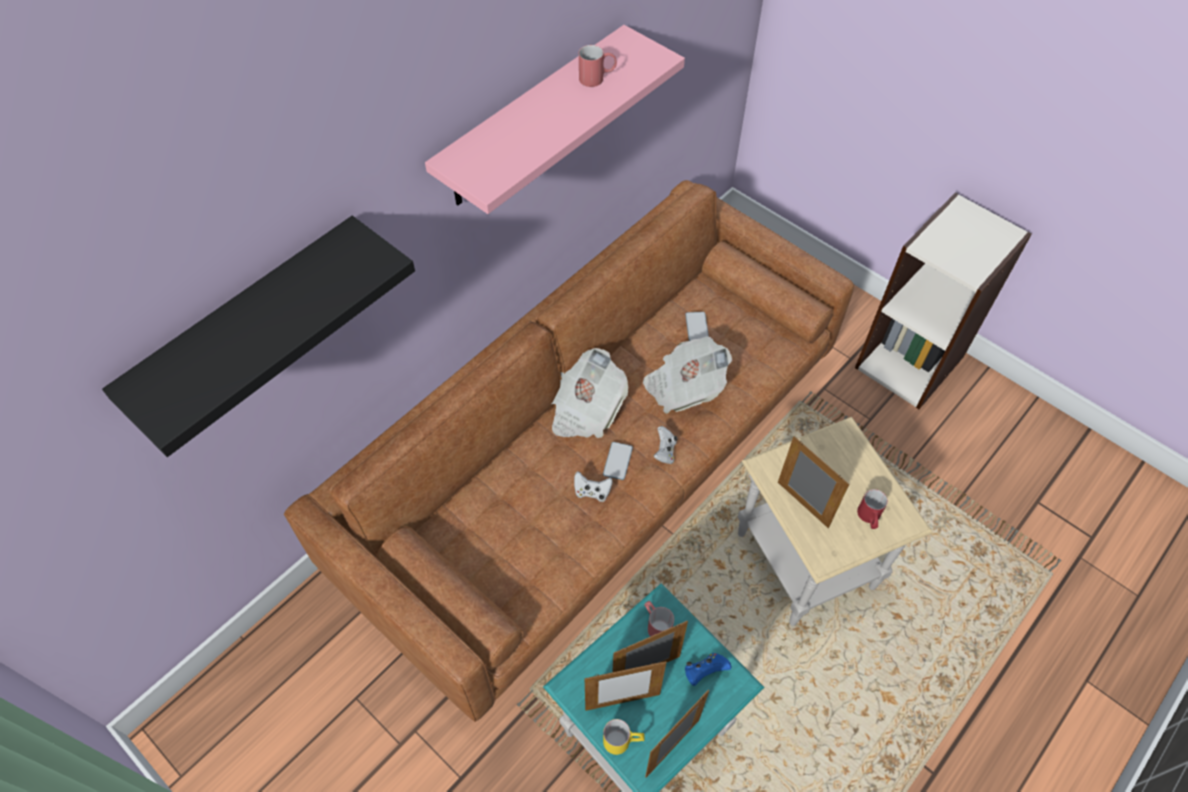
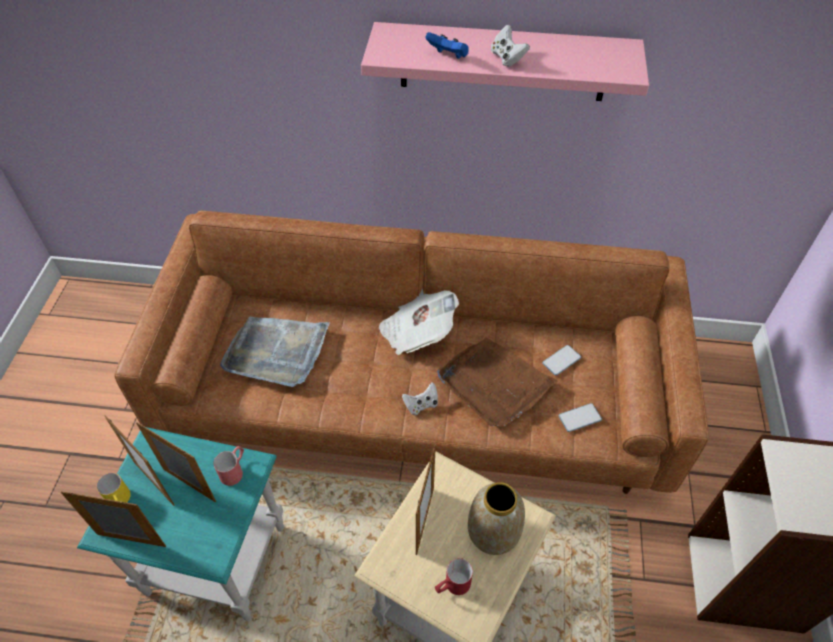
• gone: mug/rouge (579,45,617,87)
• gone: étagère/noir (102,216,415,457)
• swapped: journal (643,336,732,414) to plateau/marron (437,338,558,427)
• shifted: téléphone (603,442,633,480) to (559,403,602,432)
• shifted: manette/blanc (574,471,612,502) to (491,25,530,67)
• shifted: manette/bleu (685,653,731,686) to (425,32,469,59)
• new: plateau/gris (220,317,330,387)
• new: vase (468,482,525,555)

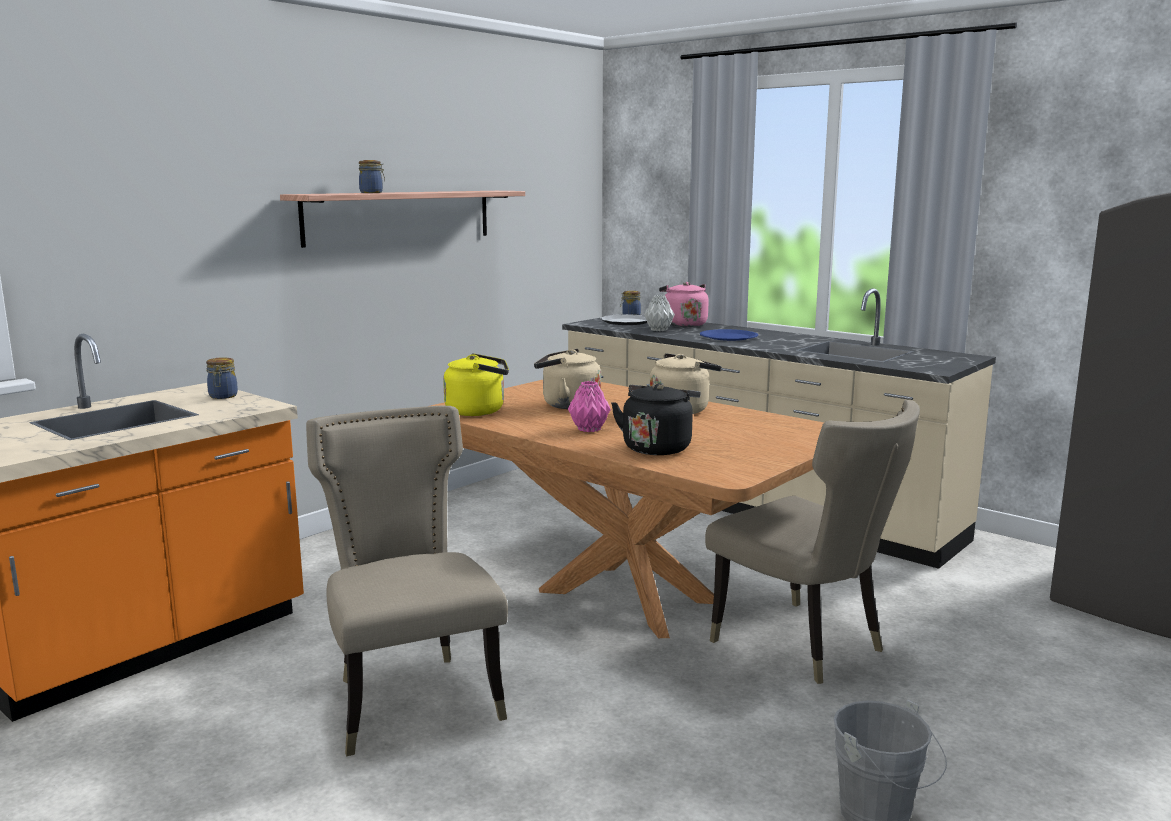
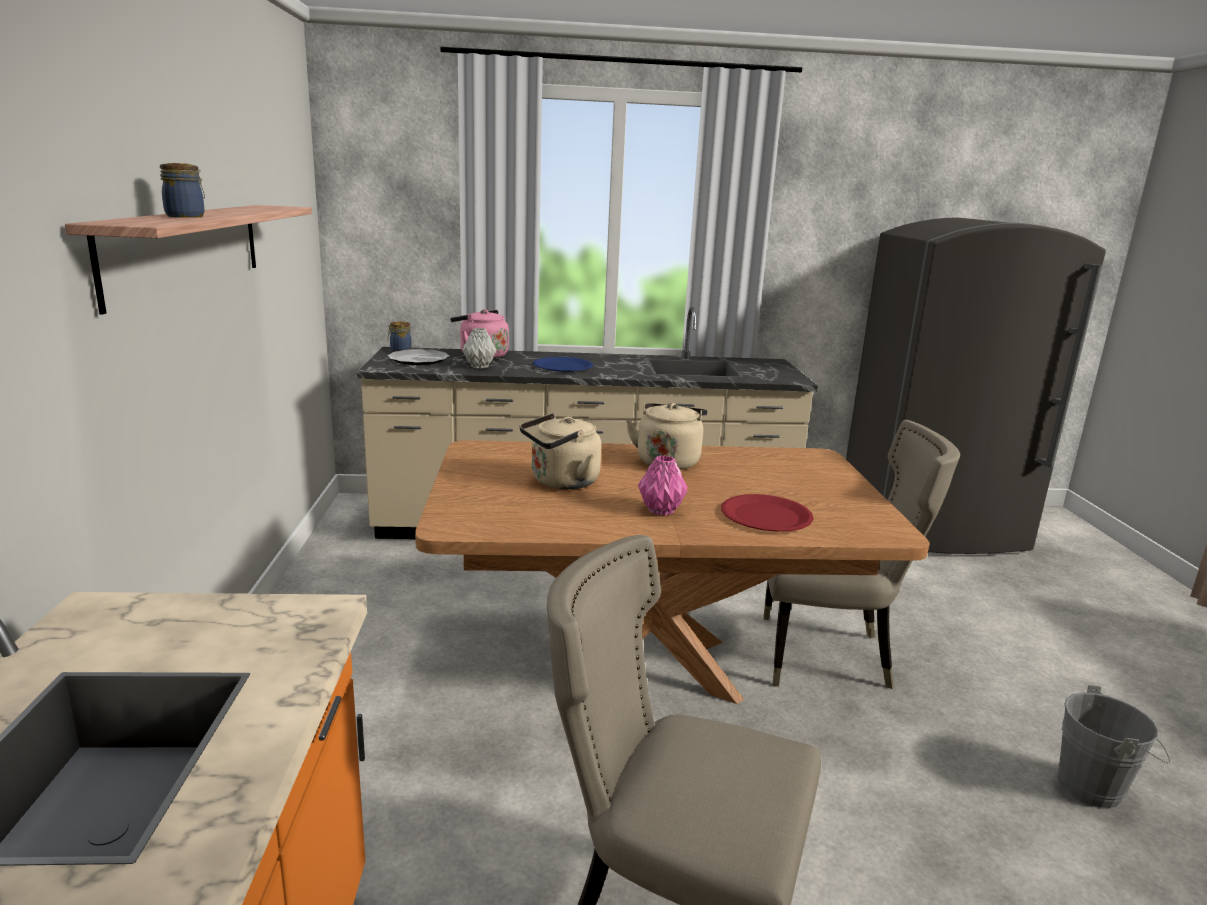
• gone: bouilloire/jaune (443,353,509,416)
• gone: bocal (206,357,238,399)
• swapped: bouilloire/noir (611,383,701,455) to assiette/rouge (722,494,814,532)

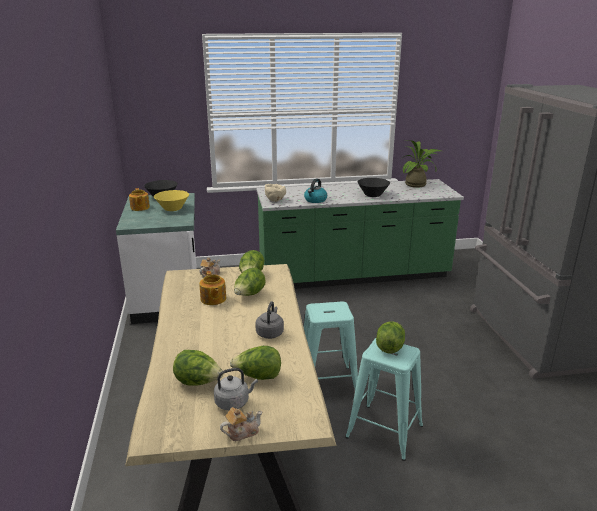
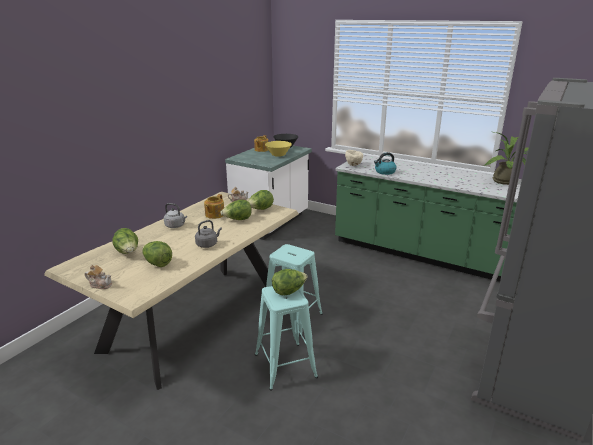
• gone: bol/noir (357,178,390,197)
• shifted: bouilloire/gris (214,368,258,410) to (164,203,187,228)

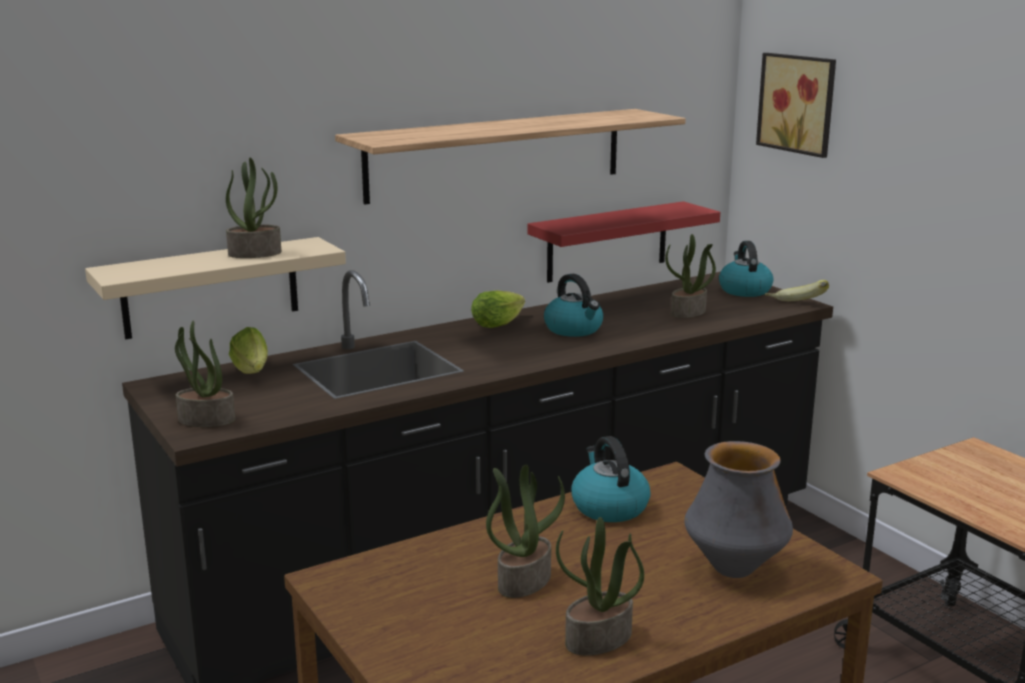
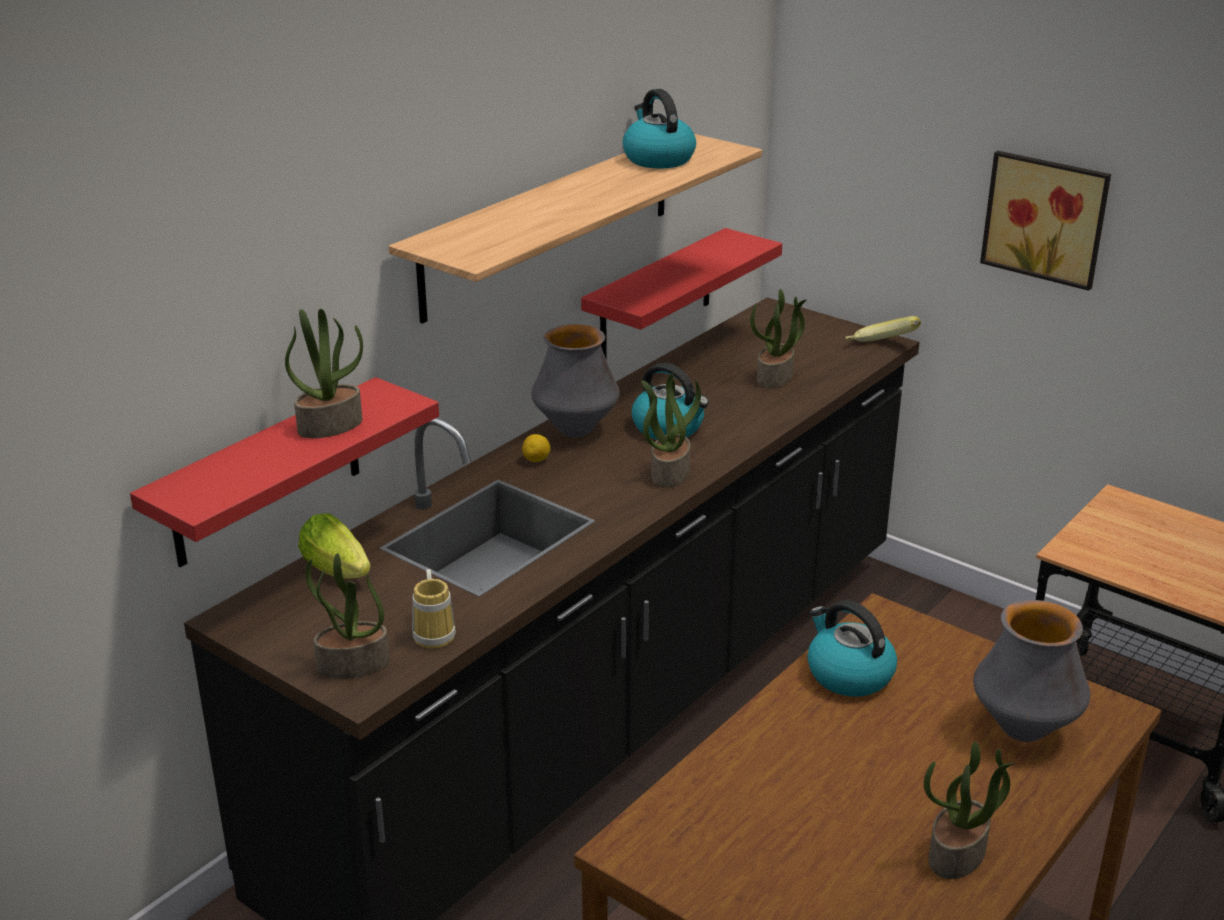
• shifted: tableau (756,53,836,158) to (980,151,1111,291)
• repainted: étagère/beige (85,237,346,339) to étagère/rouge (130,377,439,567)
• shifted: bouilloire (719,241,773,297) to (623,89,696,168)
• swapped: laitue (471,290,525,328) to vase (531,324,620,438)
• shifted: plante en pot (486,465,565,598) to (641,373,701,487)
• new: citron (522,434,550,462)
• new: mug (412,569,456,649)

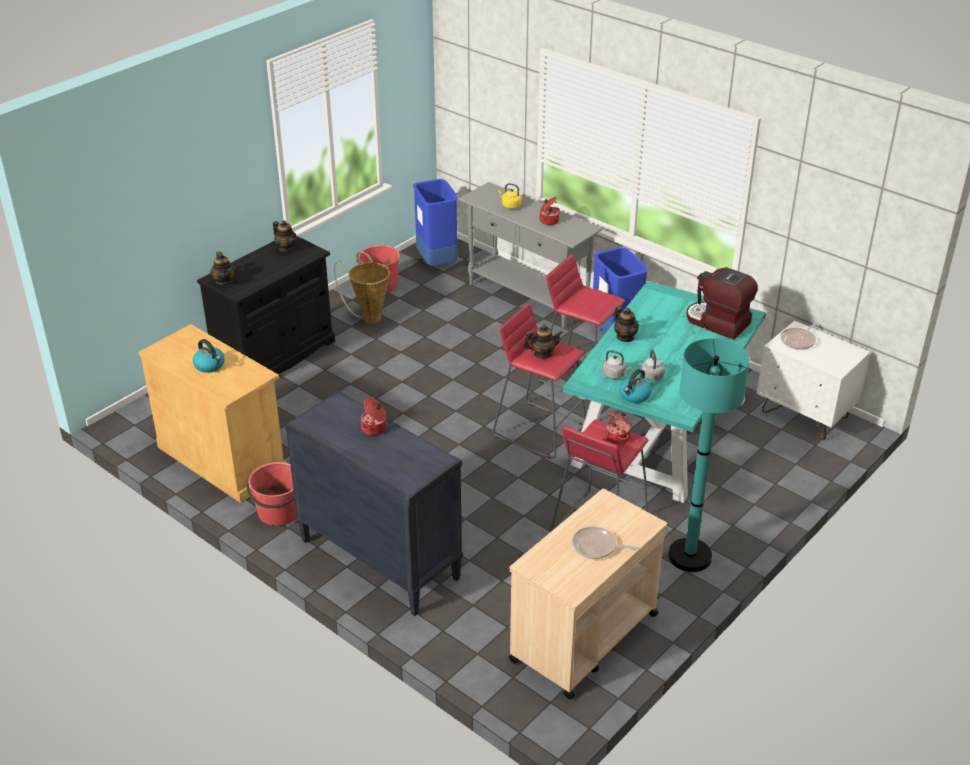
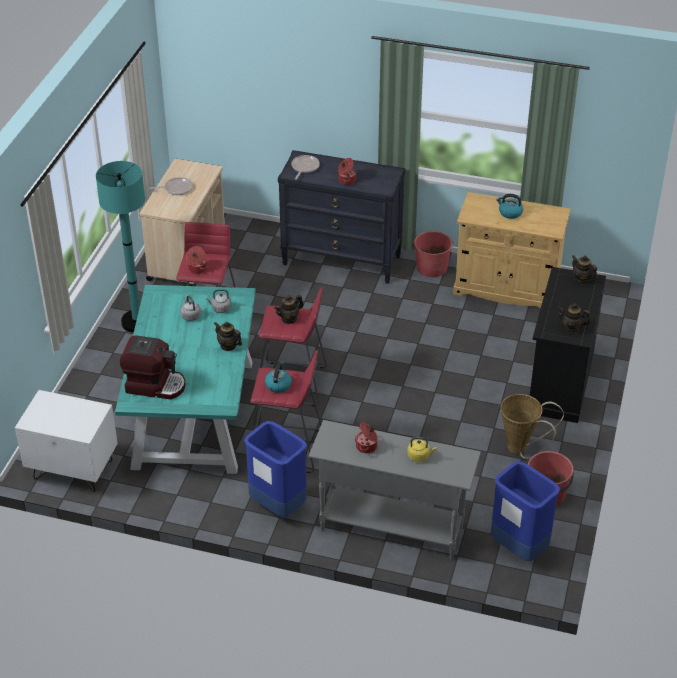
• shifted: poêle (780,321,819,350) to (291,155,320,179)
• shifted: bouilloire (620,369,652,403) to (265,362,292,393)

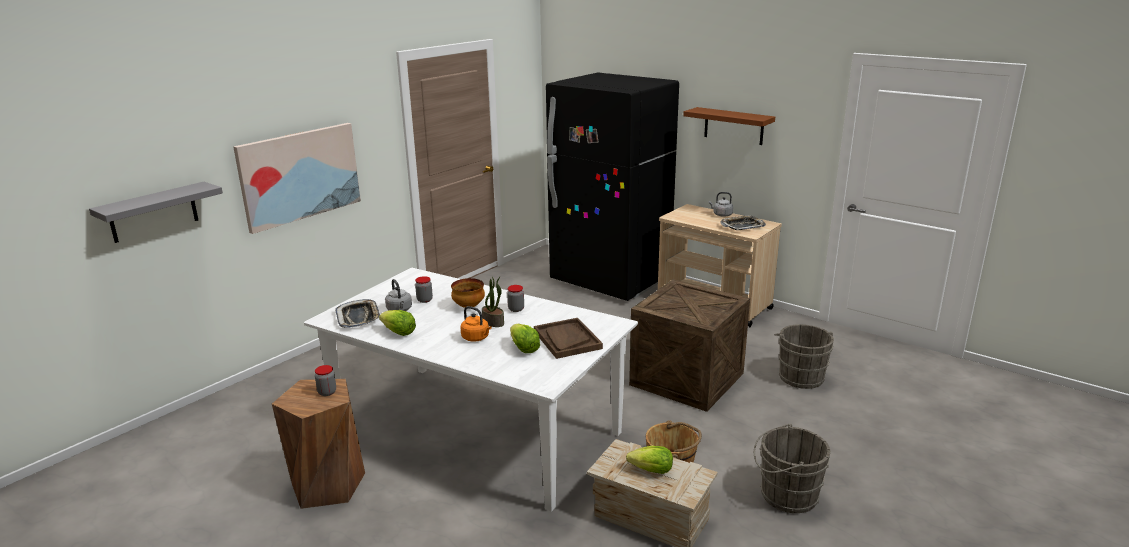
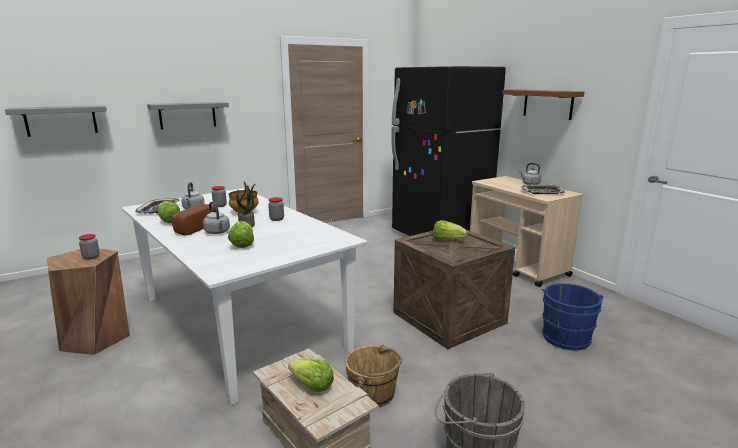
• swapped: tableau (233,123,361,234) to étagère/gris (147,102,229,129)
• repainted: bouilloire/orange (460,306,492,342) to bouilloire/gris (203,202,230,234)
• gone: plateau/marron (534,318,603,359)
• repainted: seau/gris (774,324,834,389) to seau/bleu (541,283,604,350)
• new: pain (172,204,215,236)
• new: laitue (433,220,467,240)

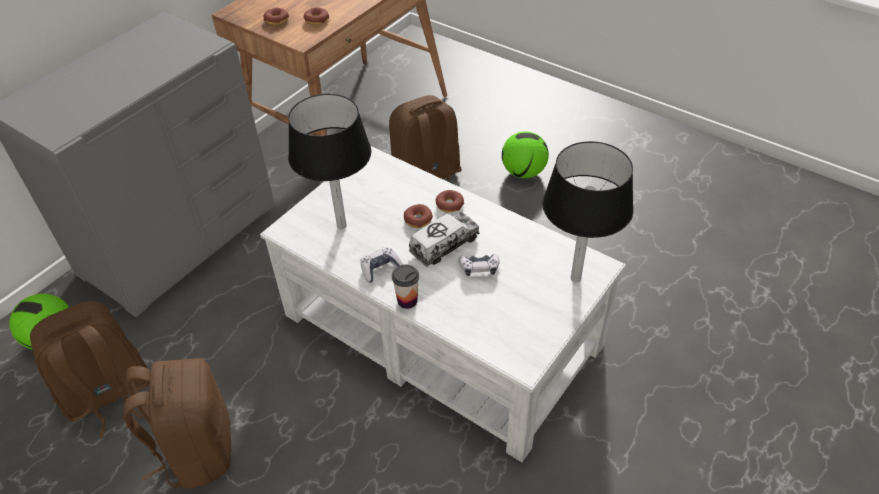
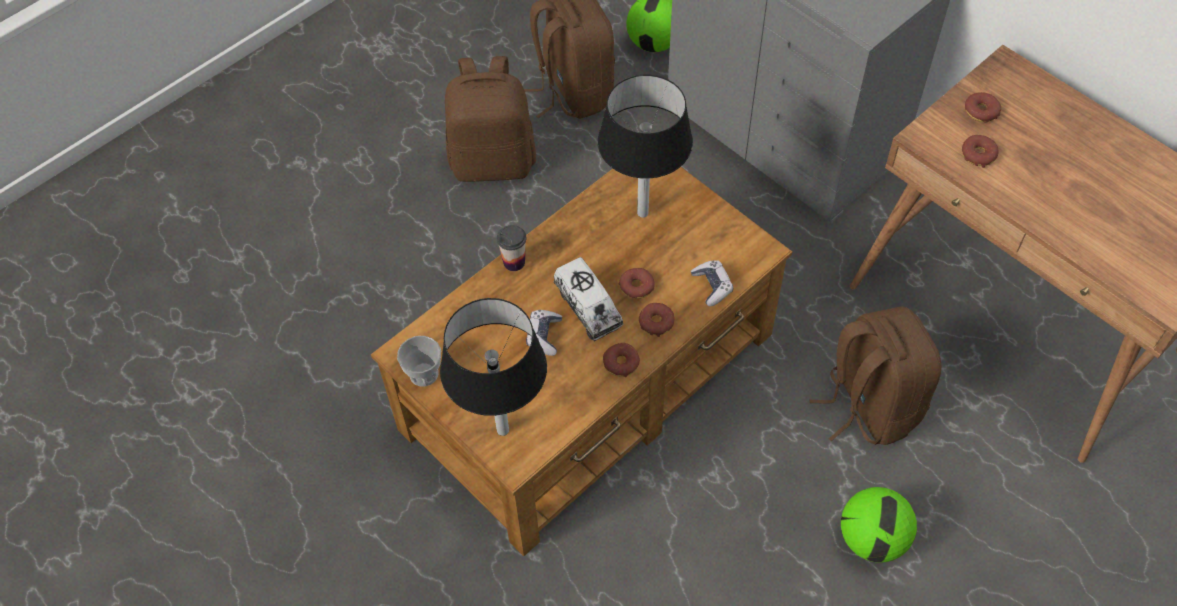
• repainted: table basse/blanc (260,146,626,462) to table basse/marron (371,167,792,556)
• shifted: manette (360,247,403,282) to (691,260,733,307)
• new: tasse (397,336,441,386)
• new: beignet (603,343,640,377)

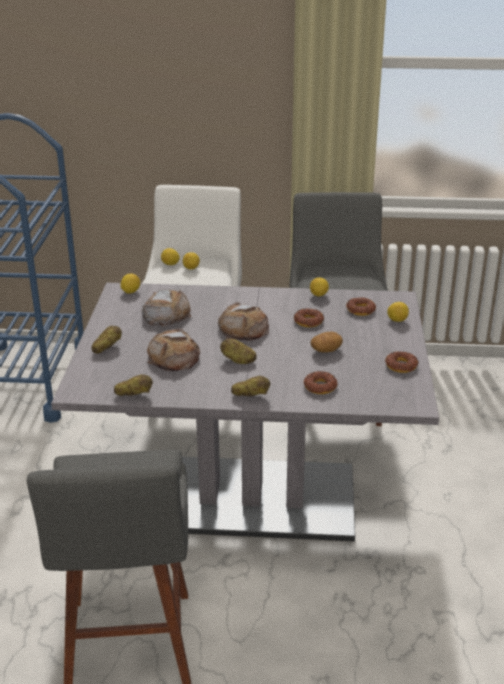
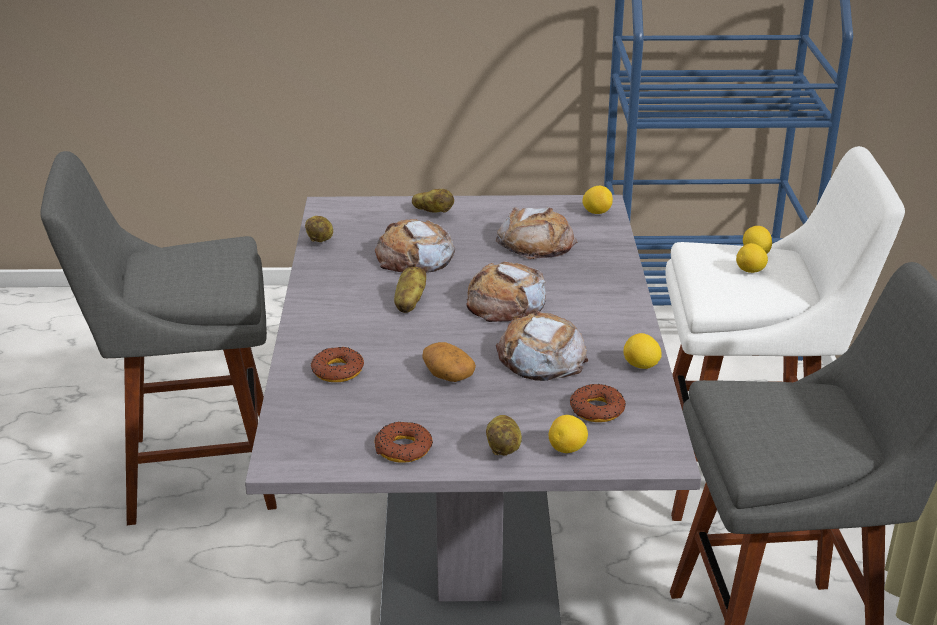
• swapped: beignet (294,308,324,327) to pain (496,310,589,381)
• shifted: pomme de terre (231,376,270,396) to (486,415,522,456)

